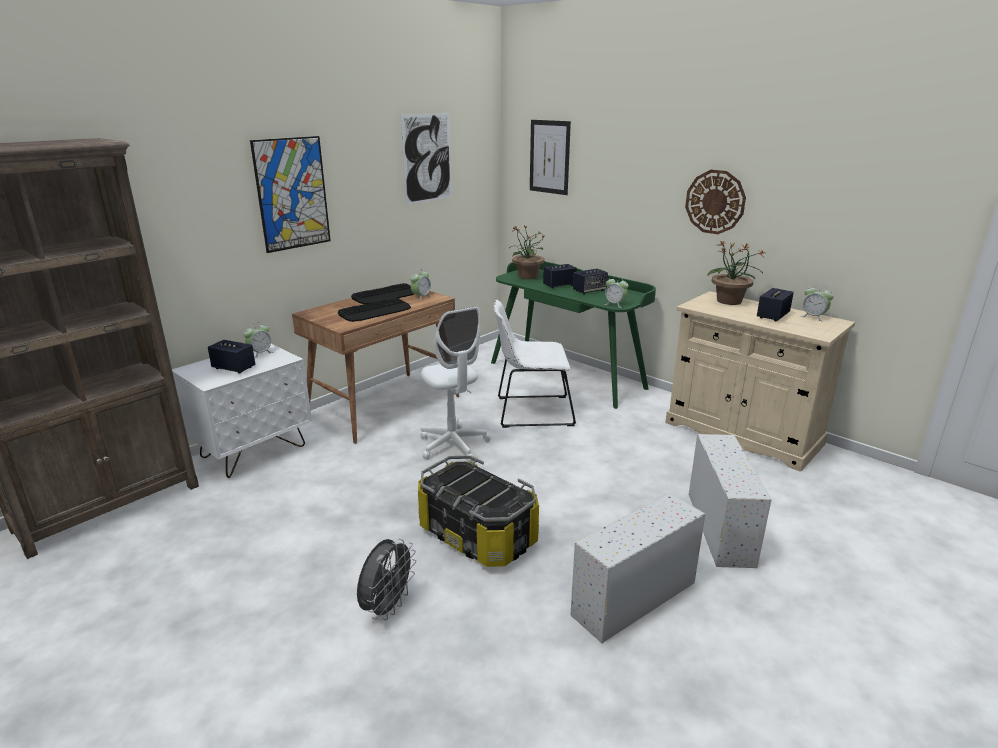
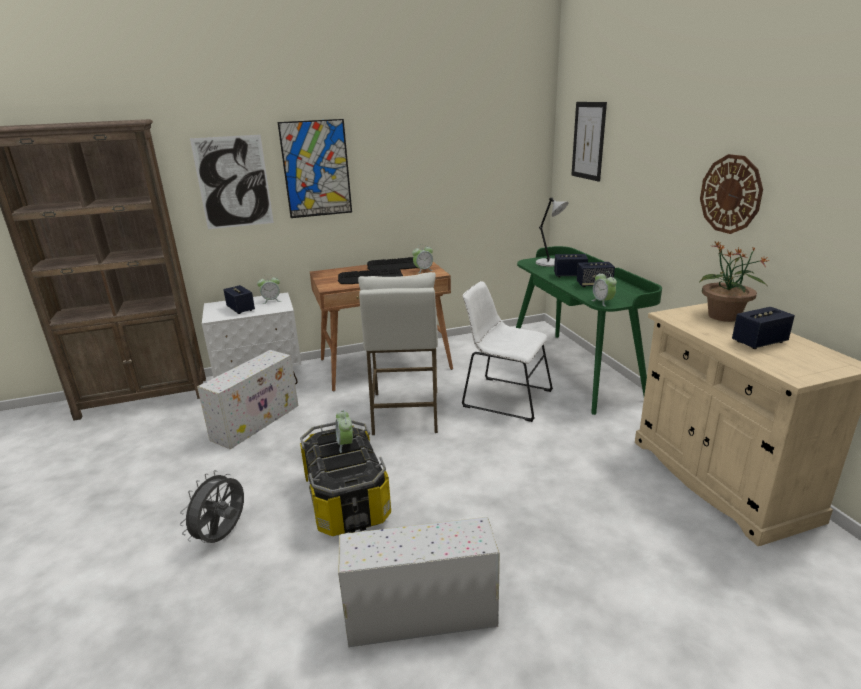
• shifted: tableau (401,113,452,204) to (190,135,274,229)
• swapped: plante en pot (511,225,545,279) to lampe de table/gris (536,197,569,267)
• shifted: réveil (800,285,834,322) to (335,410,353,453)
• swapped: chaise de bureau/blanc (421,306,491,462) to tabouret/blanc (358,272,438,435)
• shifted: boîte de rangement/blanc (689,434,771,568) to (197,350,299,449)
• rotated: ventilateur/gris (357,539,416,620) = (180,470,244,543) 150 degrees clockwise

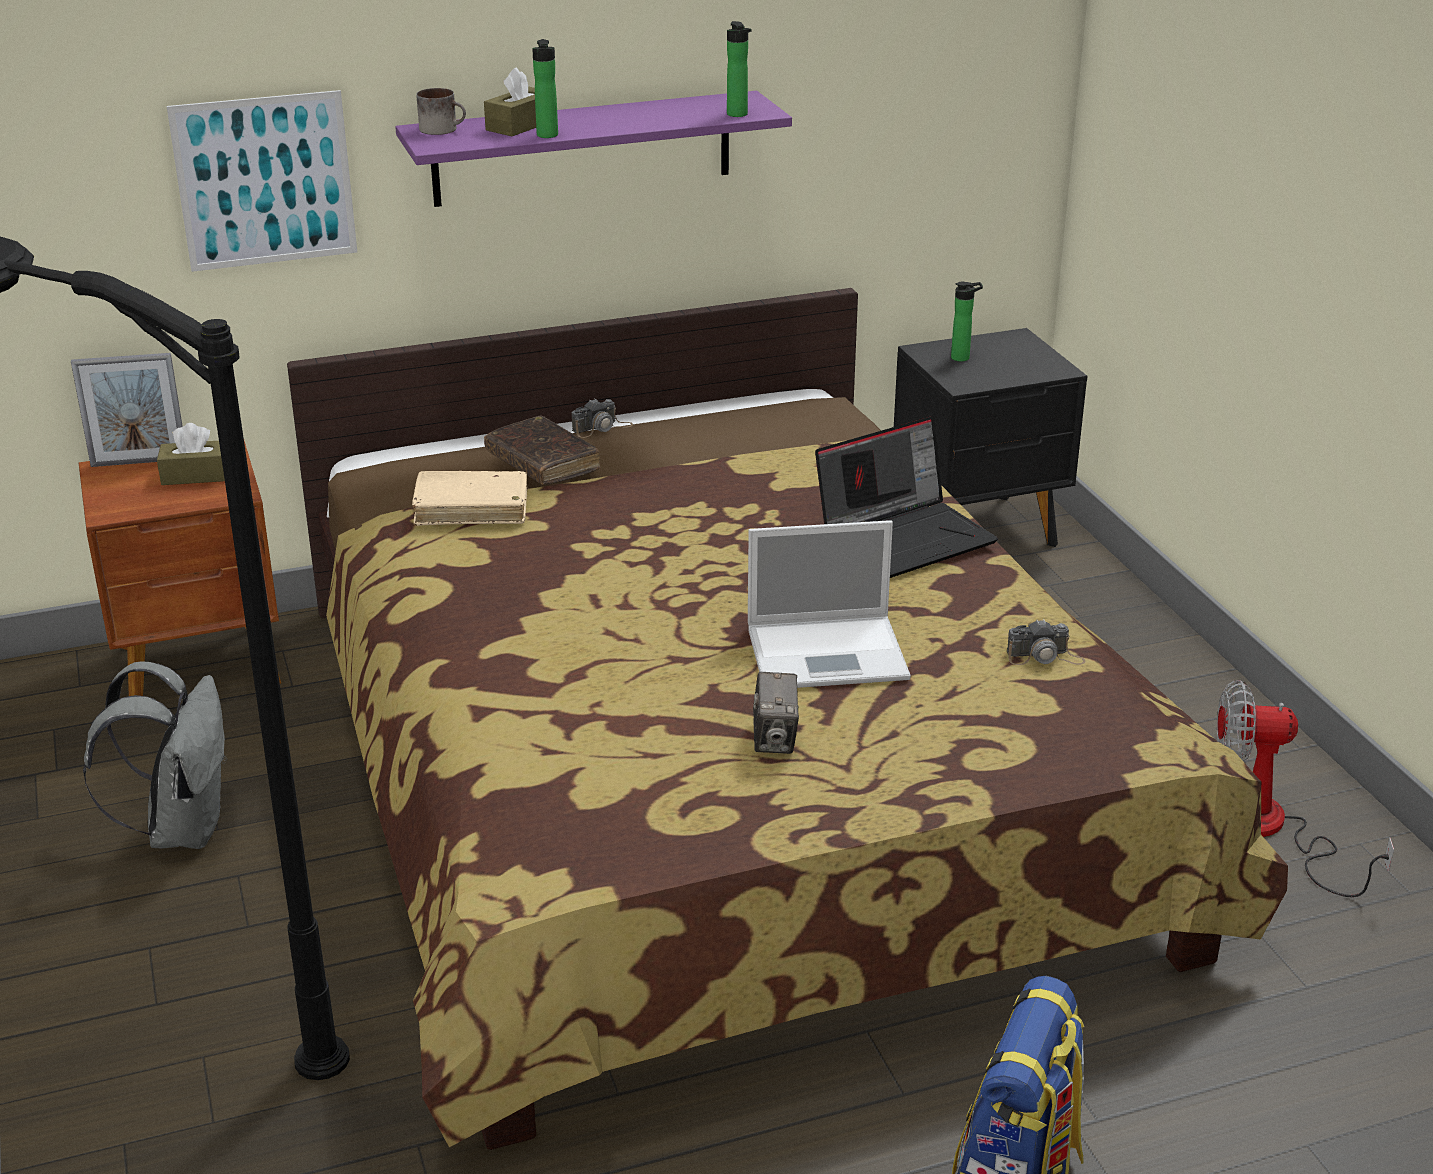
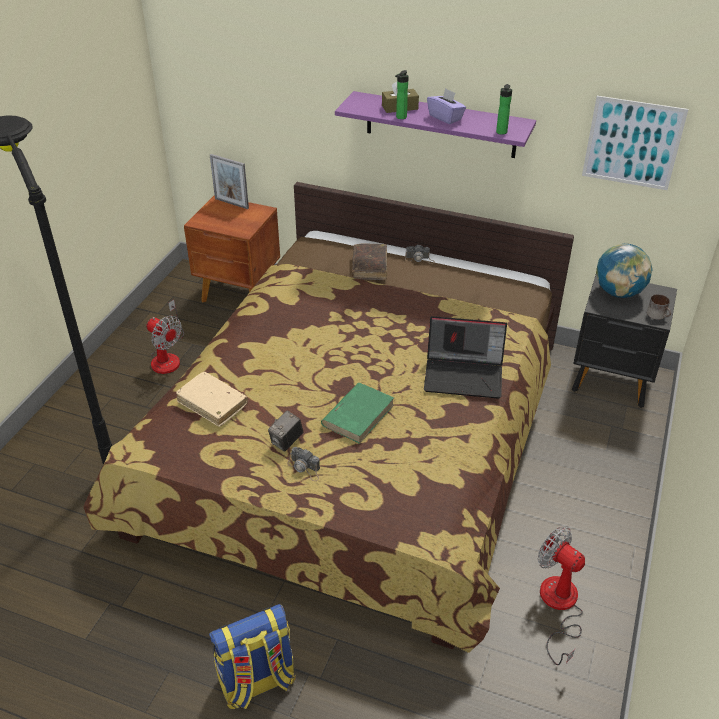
• shifted: mug (416,88,466,135) to (647,294,671,320)
• shifted: tableau (167,90,357,272) to (582,96,688,190)
• swapped: bouteille (951,282,983,362) to globe (596,244,653,298)
• gone: boîte à mouchoirs/marron (157,423,225,485)
• shifted: livre/beige (412,471,527,526) to (176,372,248,427)
• swapped: ordinateur portable (748,520,911,688) to livre/vert (321,383,394,444)
• shifted: appareil photo (1007,619,1085,665) to (287,447,320,481)
• swapped: sac à dos/gris (83,661,227,849) to ventilateur (147,300,184,374)
• new: boîte à mouchoirs/violet (427,88,466,124)

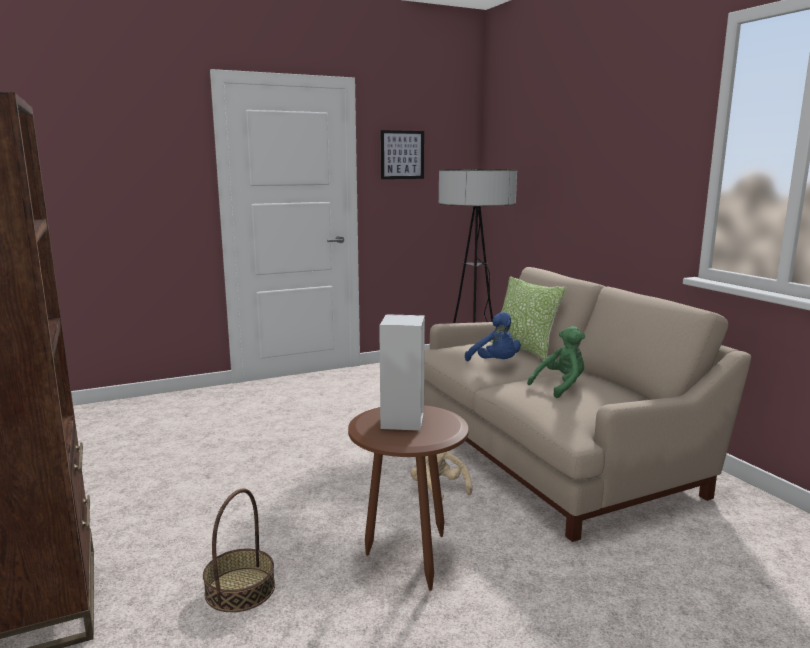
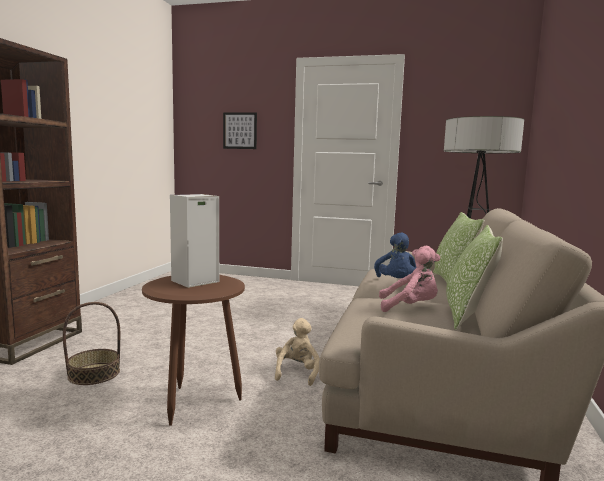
• shifted: tableau (381,130,424,179) to (223,112,257,149)
• repainted: peluche/vert (527,326,585,398) to peluche/rose (379,246,440,312)
• new: coussin (446,225,503,331)

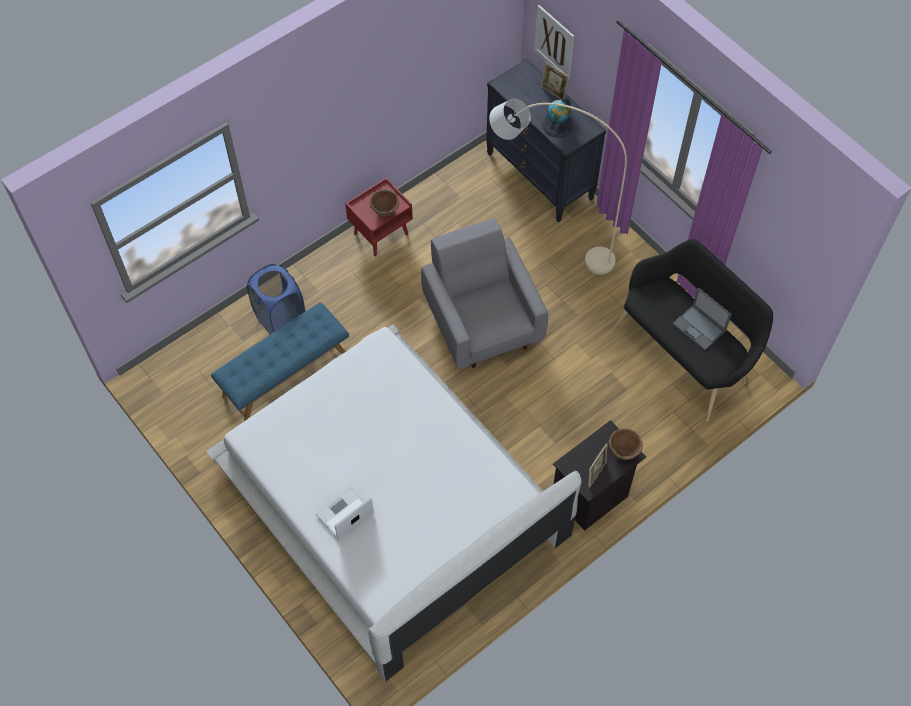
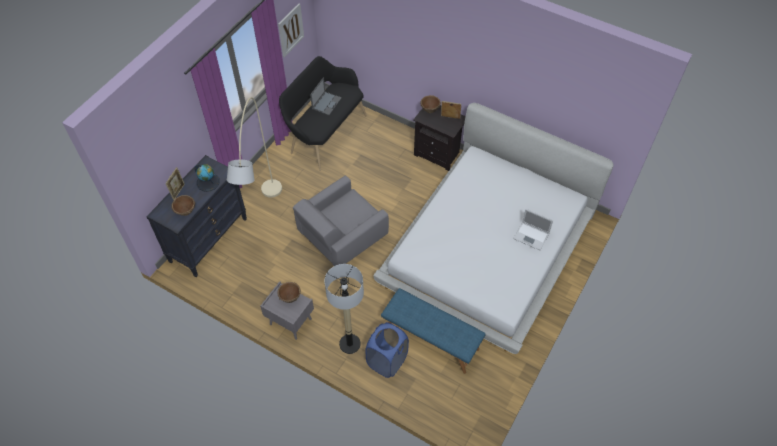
• shifted: tableau (534,5,574,79) to (278,3,304,57)
• repainted: table de chevet/rouge (345,178,413,256) to table de chevet/gris (260,281,314,340)
• new: bol/marron (171,195,195,216)
• new: lampadaire (325,264,364,354)

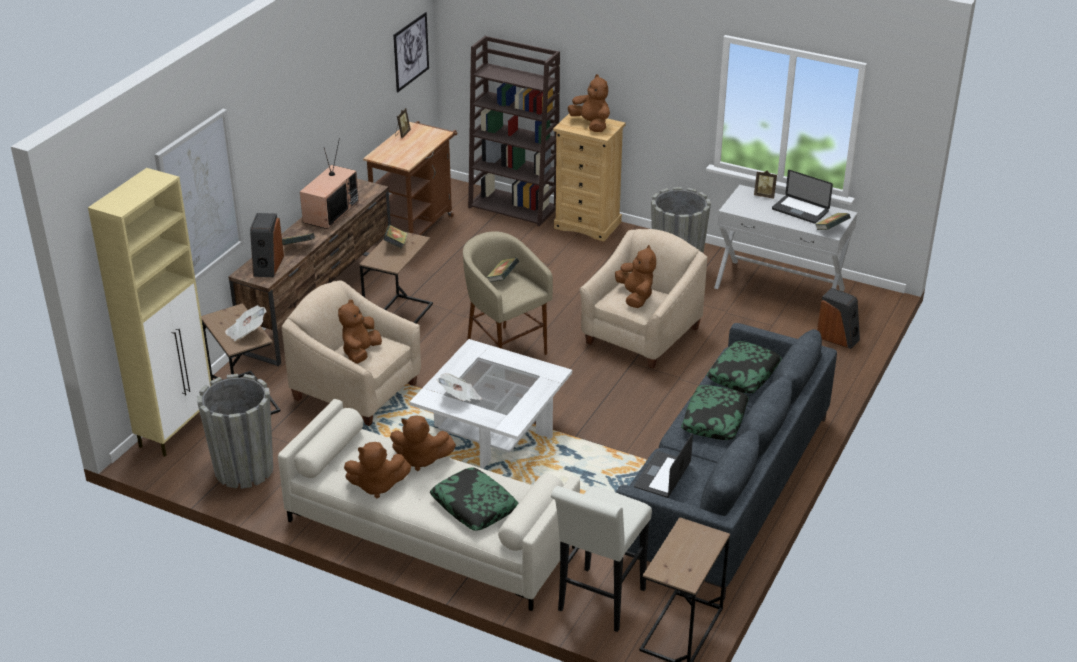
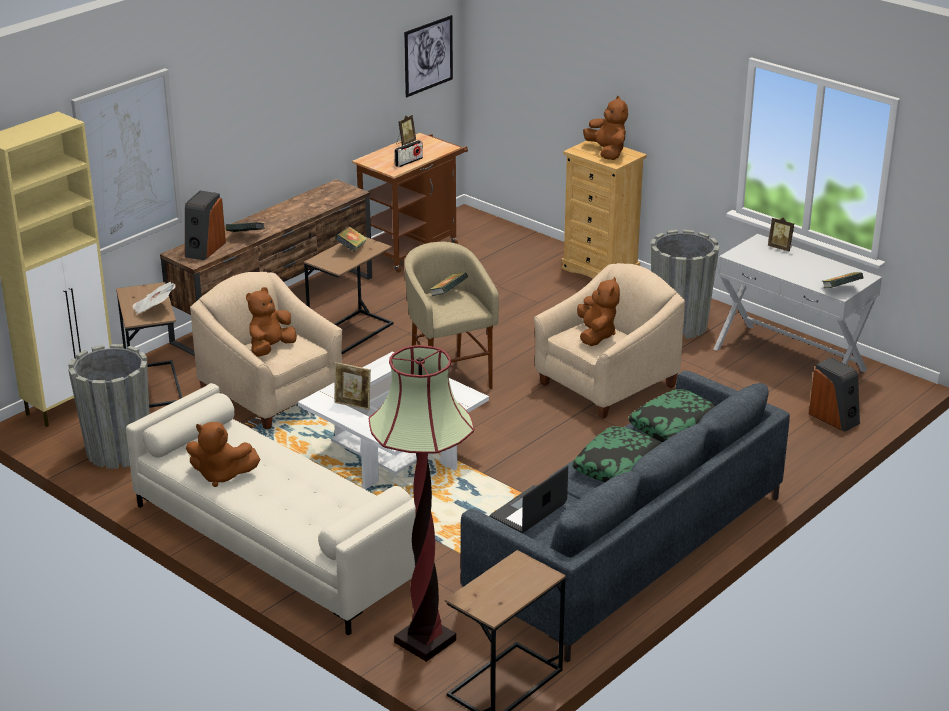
• gone: bibliothèque/marron (468,36,560,227)
• gone: téléviseur (300,138,359,229)
• gone: ordinateur portable (772,170,833,224)
• swapped: journal (437,373,482,401) to cadre photo (334,362,371,410)
• gone: peluche/marron (390,416,456,471)
• gone: coussin (430,467,519,531)
• swapped: tabouret/blanc (551,486,652,632) to lampadaire (369,345,474,662)
• new: radio (395,140,423,167)

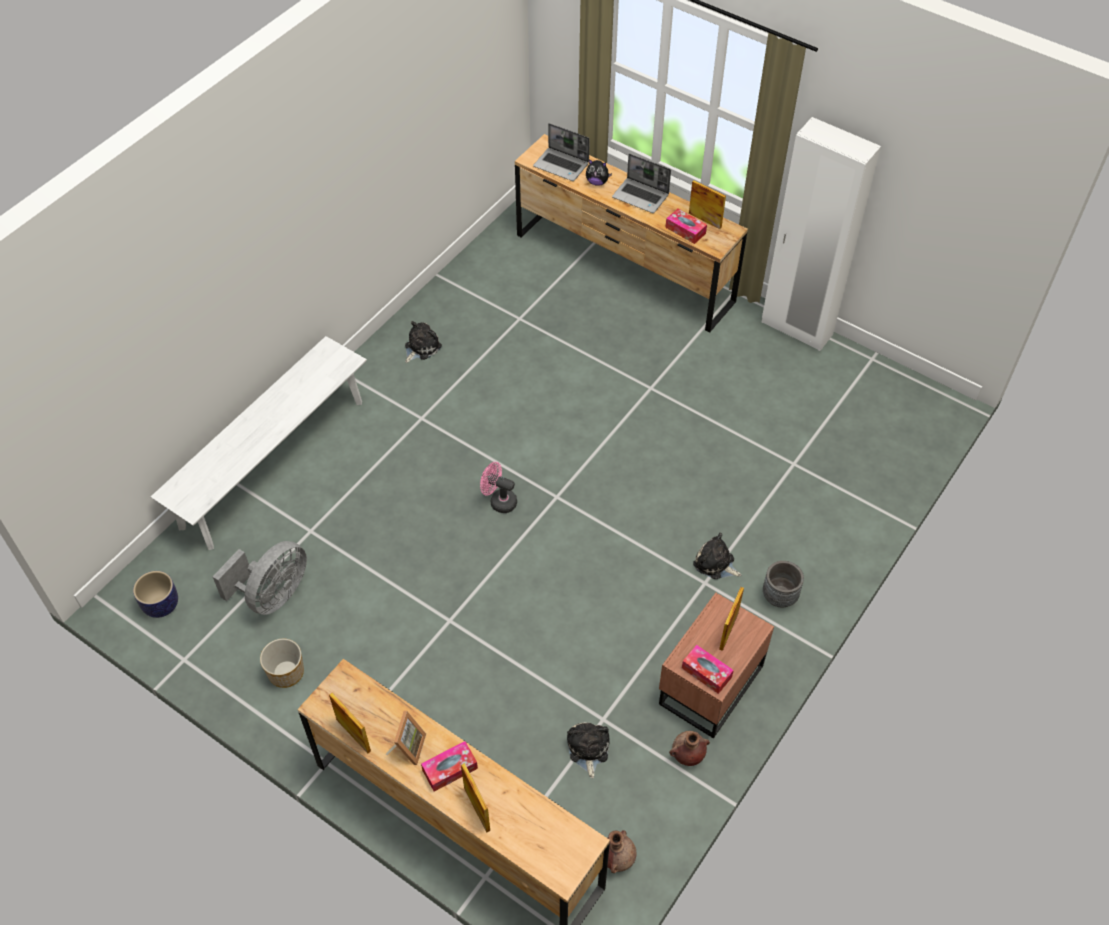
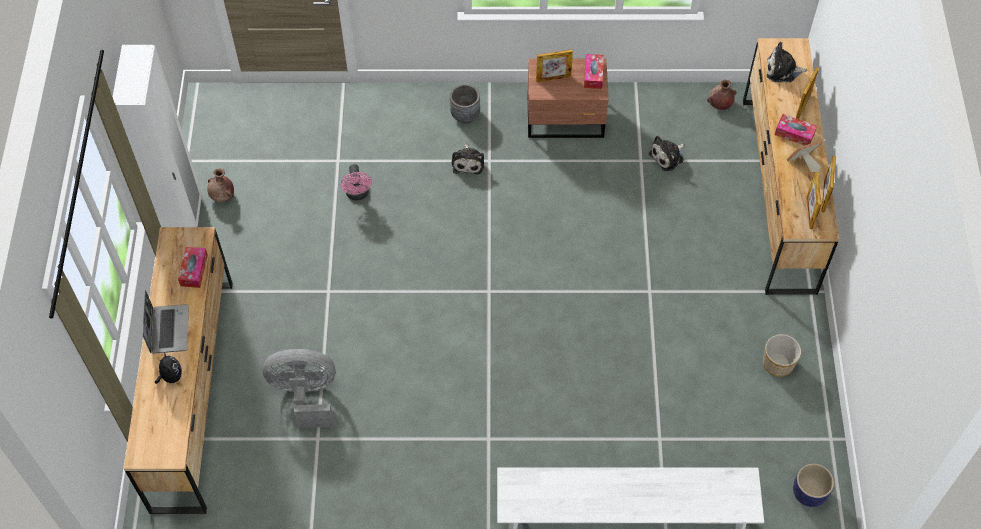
• gone: ordinateur portable (533,123,590,181)
• shifted: cadre photo (689,180,726,229) to (807,172,822,229)
• shifted: peluche (405,321,442,363) to (767,42,808,82)
• shifted: ventilateur/rose (480,462,517,513) to (341,164,372,200)
• shifted: ventilateur/gris (213,541,307,615) to (263,349,335,428)
• shifted: vase/marron (669,731,710,766) to (207,168,234,202)

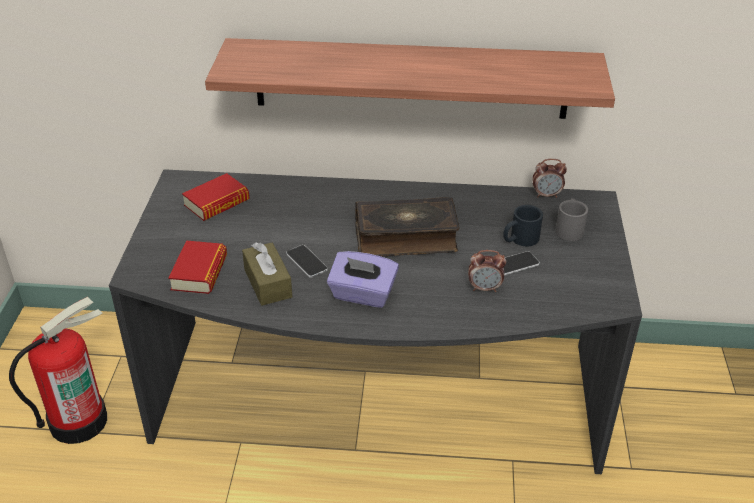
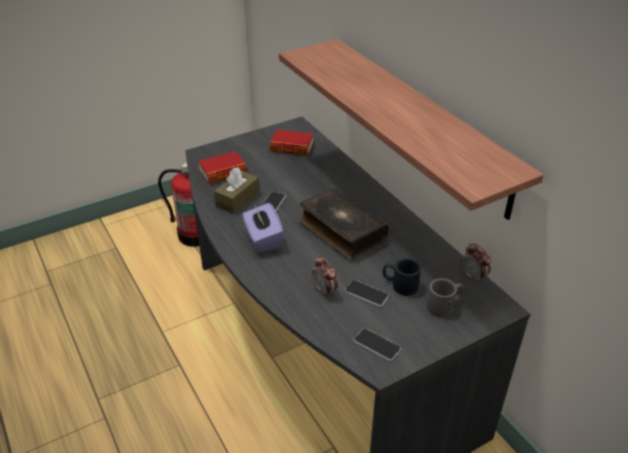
• new: téléphone (353,328,401,361)

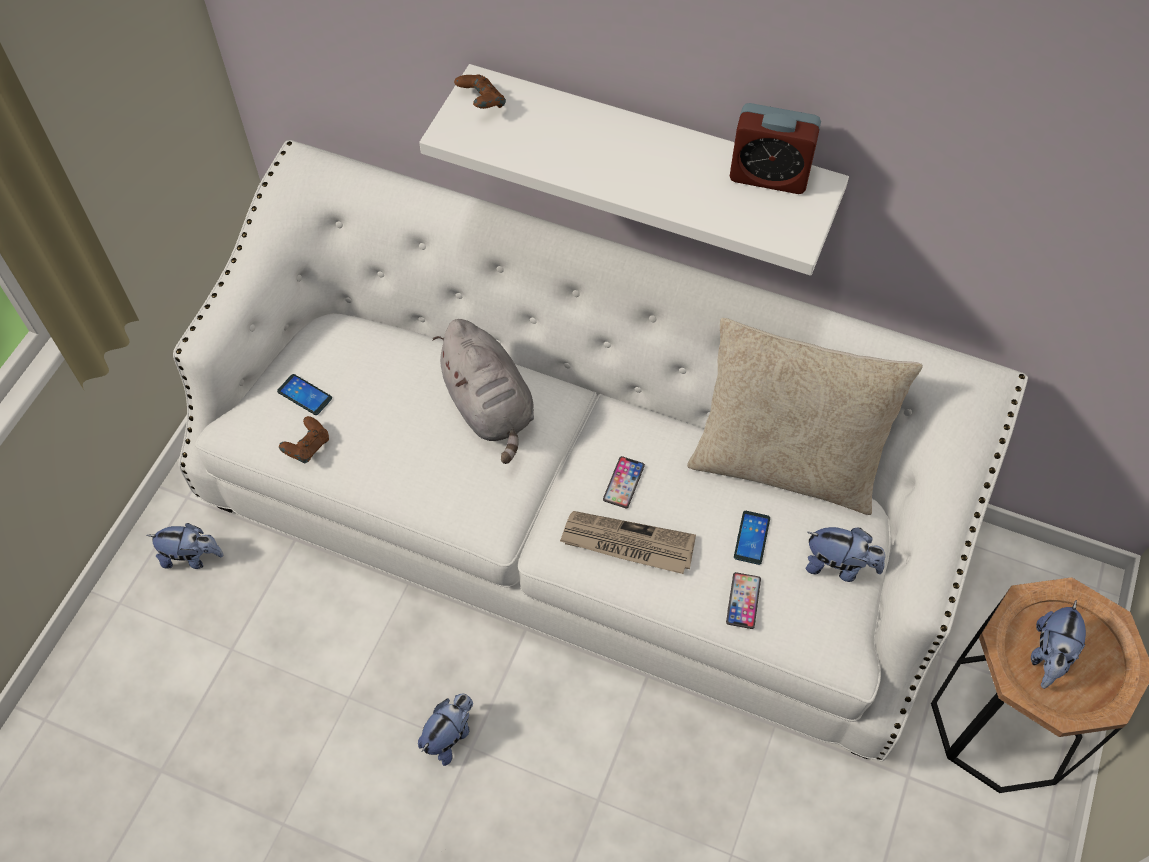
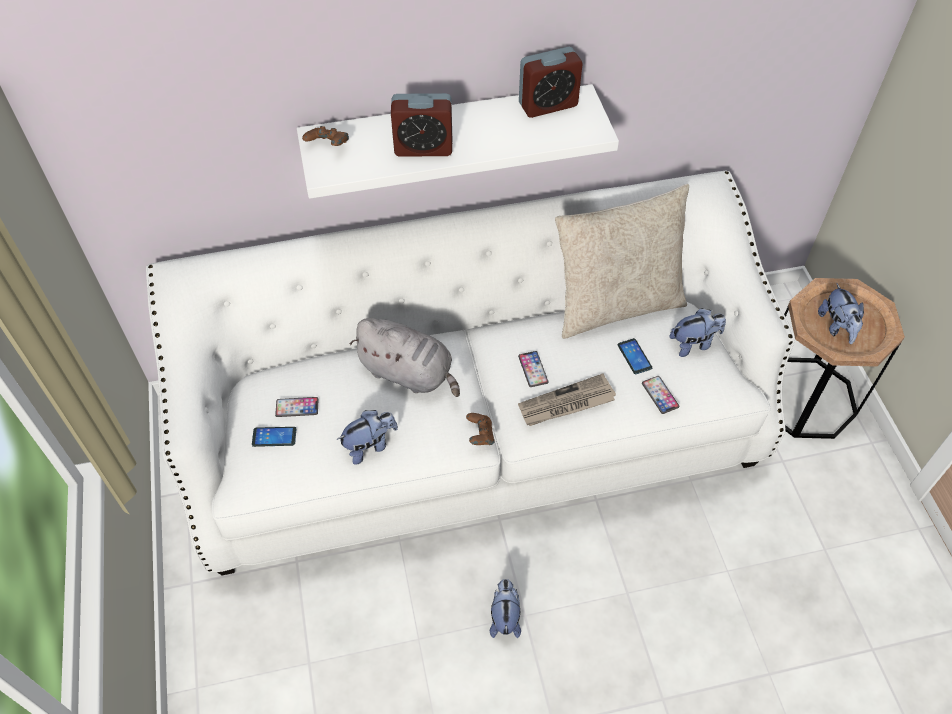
• shifted: manette/marron (279,416,329,464) to (466,413,495,445)
• shifted: peluche (146,523,224,569) to (337,410,398,465)
• new: réveil (391,93,452,157)
• new: téléphone (275,397,319,417)

